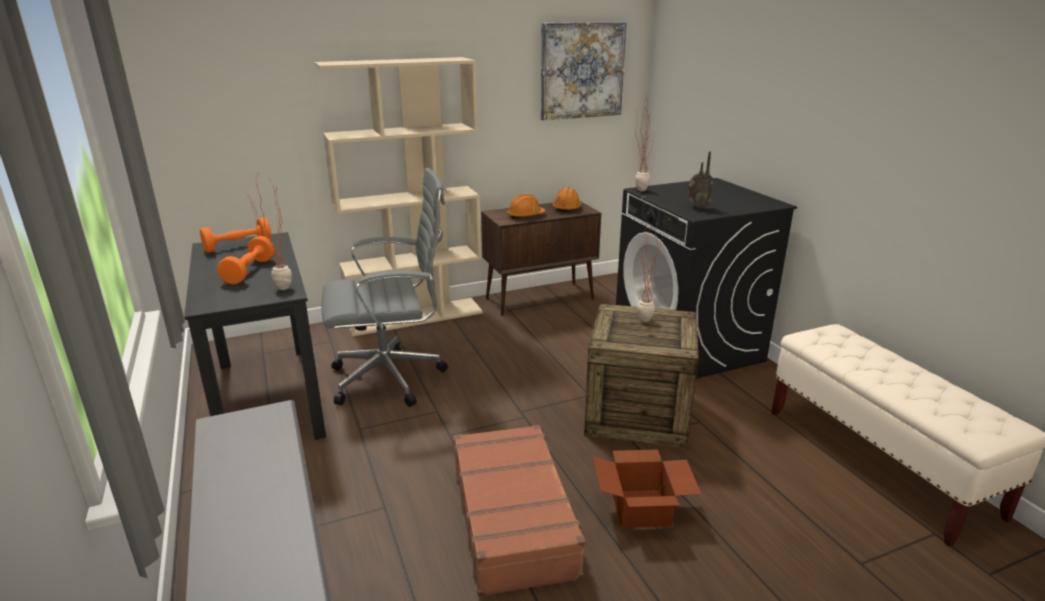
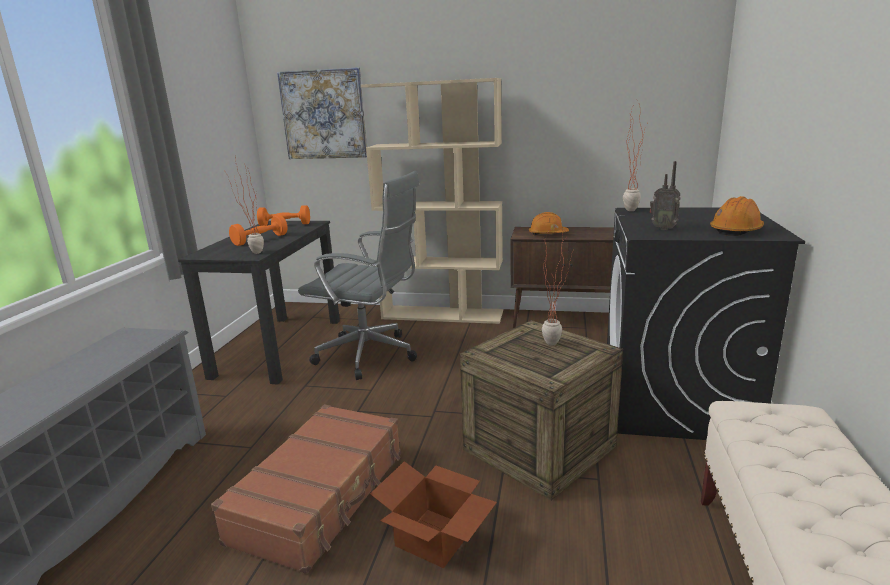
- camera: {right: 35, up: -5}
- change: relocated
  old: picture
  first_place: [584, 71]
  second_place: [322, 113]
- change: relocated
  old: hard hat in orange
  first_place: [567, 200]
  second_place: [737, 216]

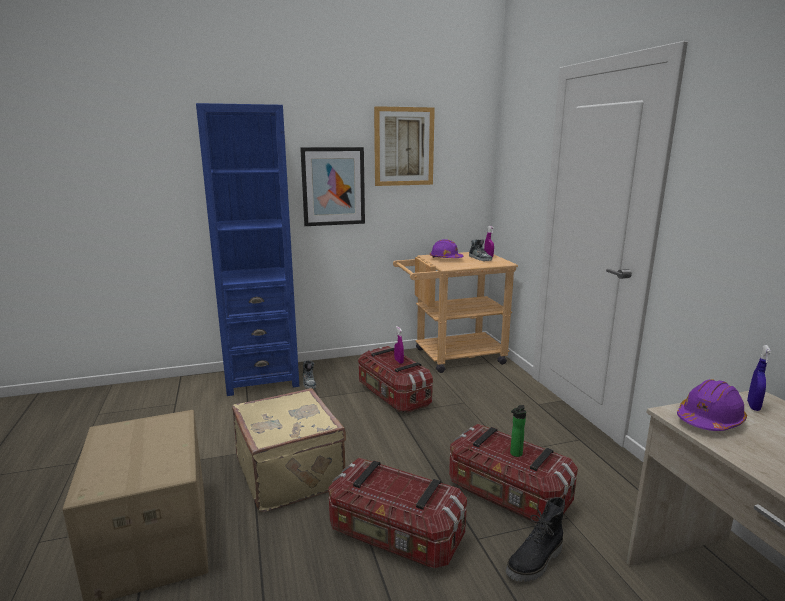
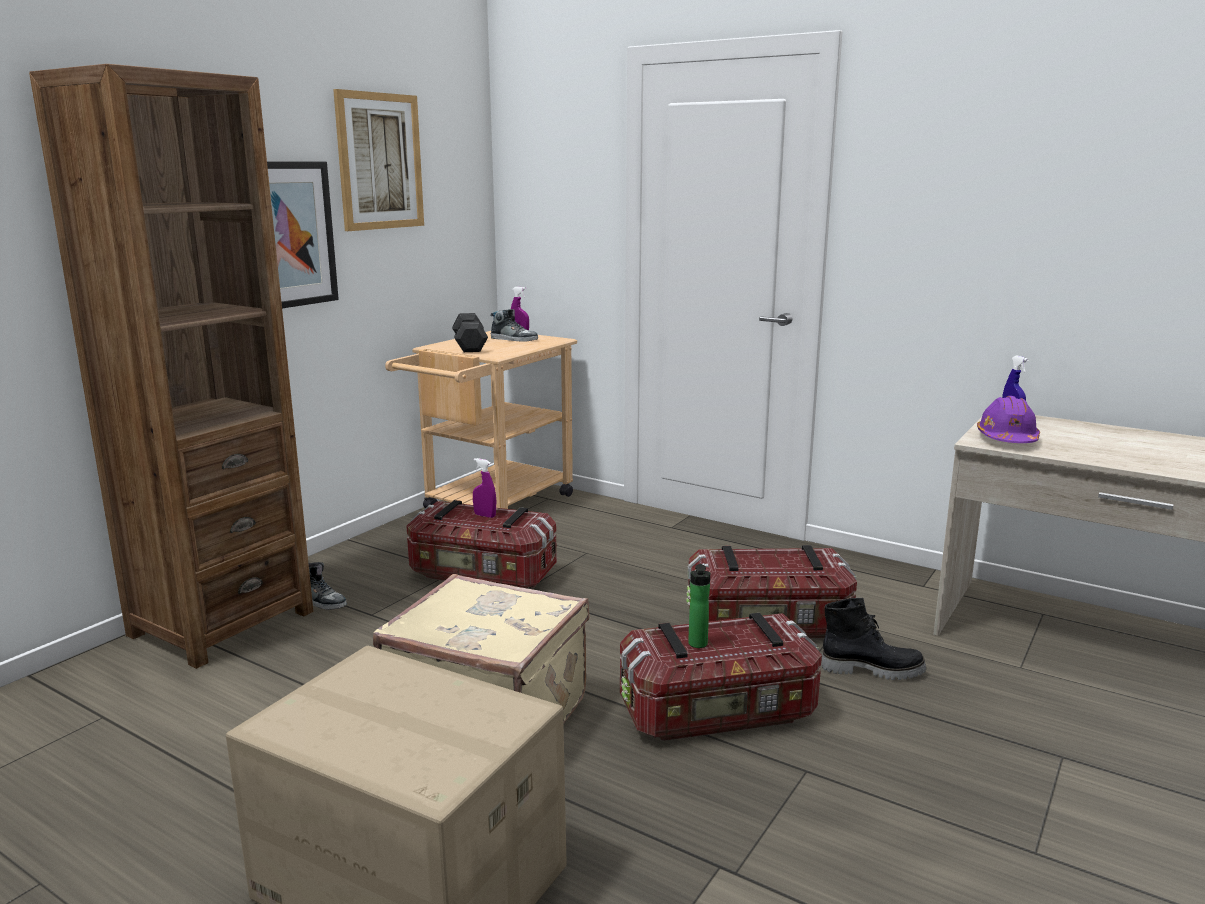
- camera: {right: -40, up: 0}
- change: colour
  old: bookcase in blue
  new: bookcase in brown
  first_place: [247, 249]
  second_place: [171, 366]
- change: exchanged
  old: hard hat in purple
  new: dumbbell in grey
  first_place: [447, 248]
  second_place: [470, 332]
- change: relocated
  old: bottle
  first_place: [518, 431]
  second_place: [699, 606]
- change: spun
  old: boot in black
  first_place: [535, 539]
  second_place: [873, 639]
  degrees: -90

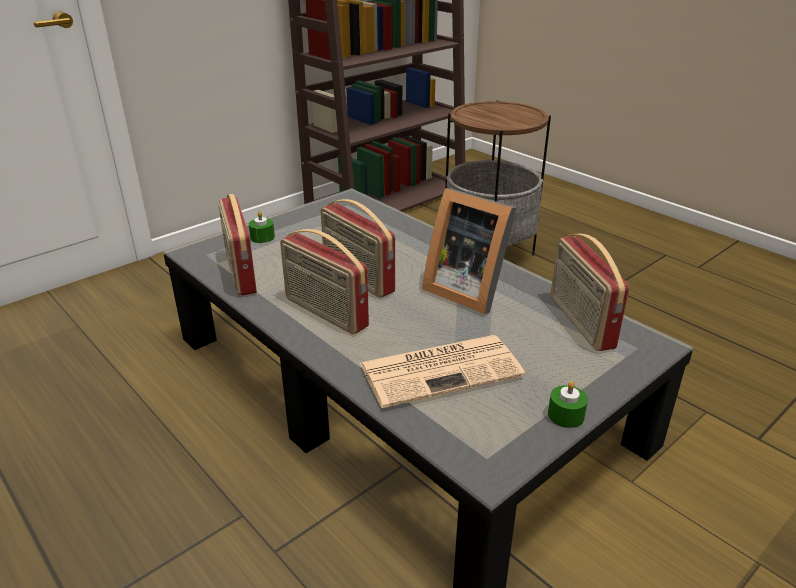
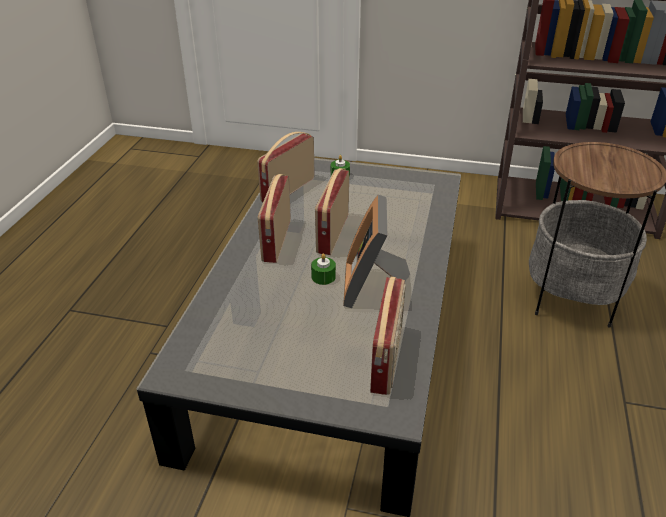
- camera: {right: 55, up: 5}
- change: spun
  old: radio
  first_place: [590, 292]
  second_place: [388, 336]
  degrees: 150
- change: missing
  old: newspaper
  first_place: [442, 371]
- change: relocated
  old: candle in green
  first_place: [568, 404]
  second_place: [323, 269]

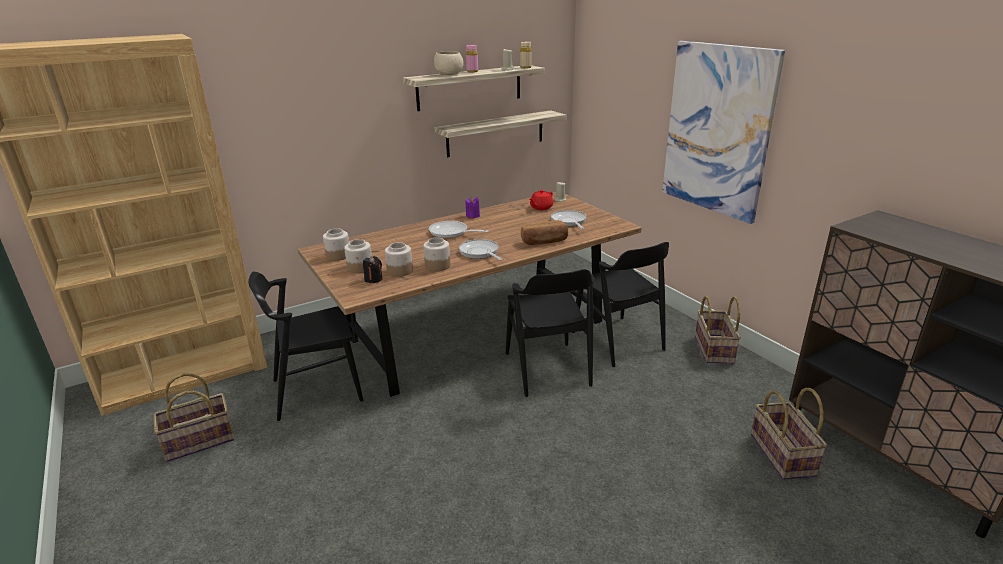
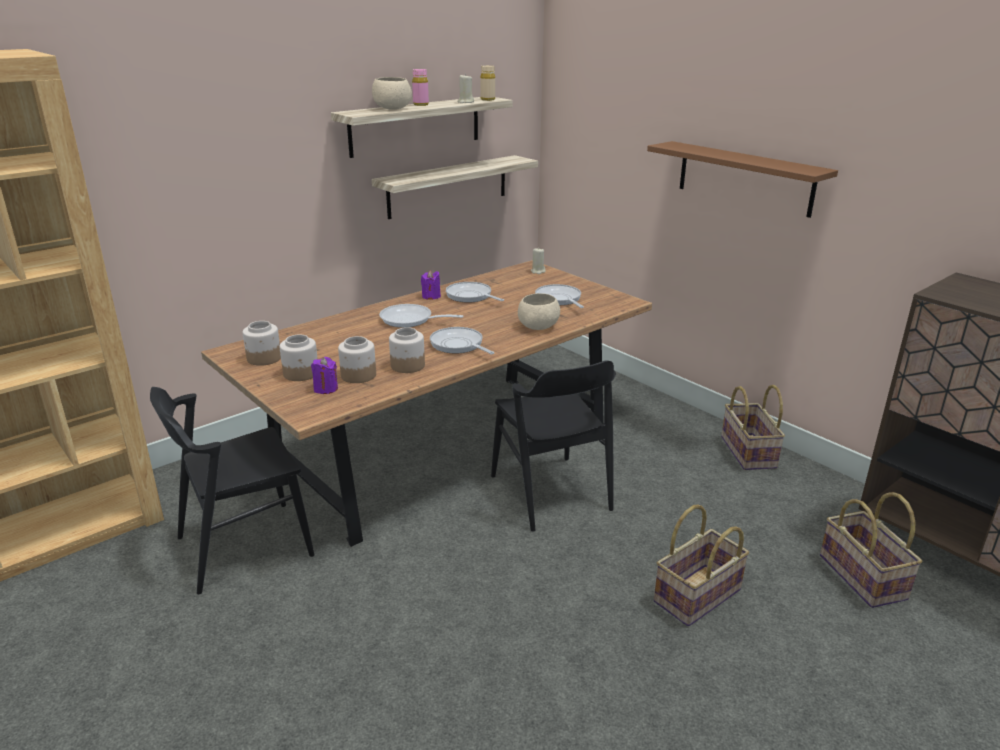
- camera: {right: -10, up: 0}
- change: exchanged
  old: picture
  new: shelf in brown
  first_place: [723, 132]
  second_place: [742, 179]
- change: missing
  old: teapot in red
  first_place: [541, 200]
- change: exchanged
  old: bread
  new: bowl in beige
  first_place: [544, 232]
  second_place: [539, 311]
- change: missing
  old: chair in black
  first_place: [620, 304]
- change: colour
  old: candle in black
  new: candle in purple
  first_place: [372, 269]
  second_place: [324, 375]
- change: relocated
  old: basket
  first_place: [193, 417]
  second_place: [701, 565]
- change: appeared
  new: frying pan
  second_place: [475, 292]

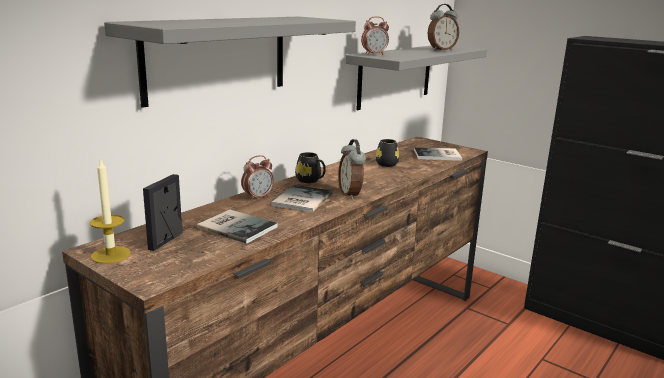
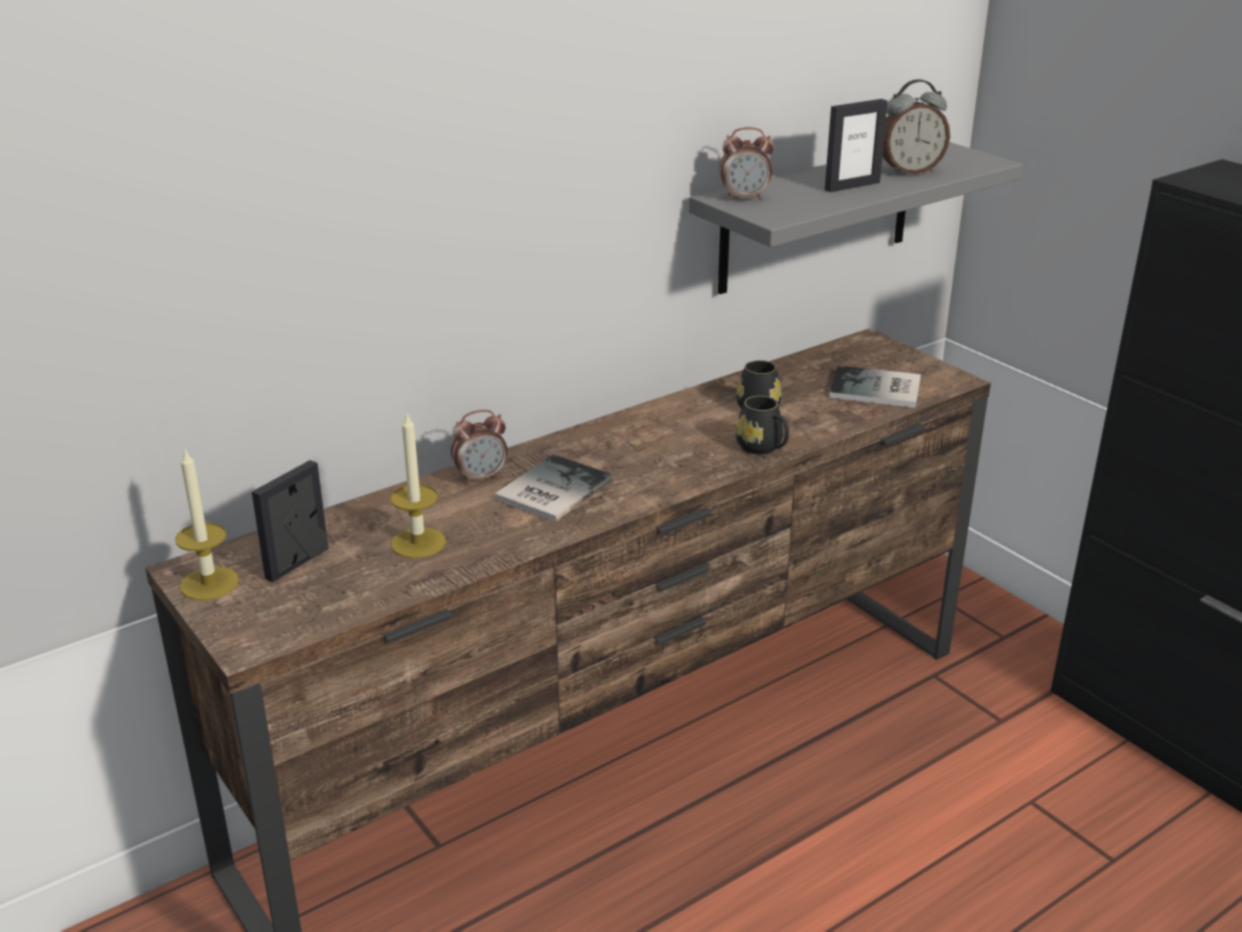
- camera: {right: 15, up: 10}
- change: missing
  old: shelf in grey
  first_place: [230, 62]
- change: missing
  old: alarm clock
  first_place: [352, 169]
- change: relocated
  old: mug in black
  first_place: [310, 167]
  second_place: [762, 425]
- change: exchanged
  old: book
  new: candle
  first_place: [237, 227]
  second_place: [418, 484]
- change: appeared
  new: picture frame
  second_place: [856, 145]

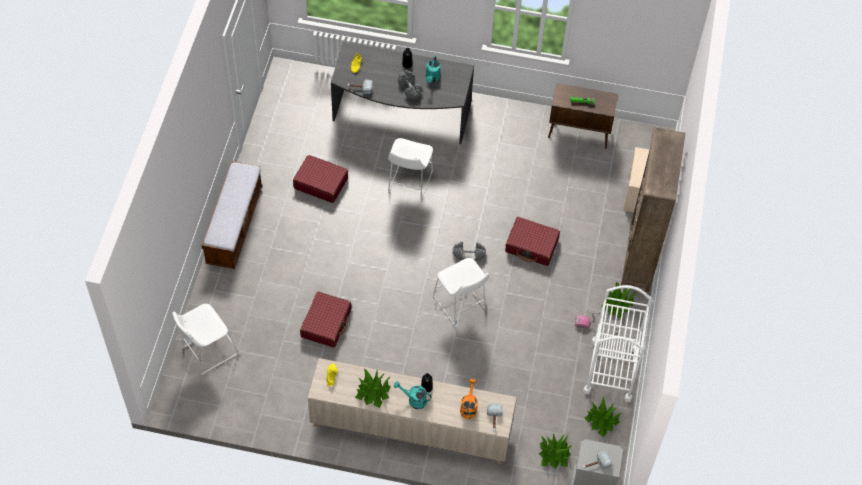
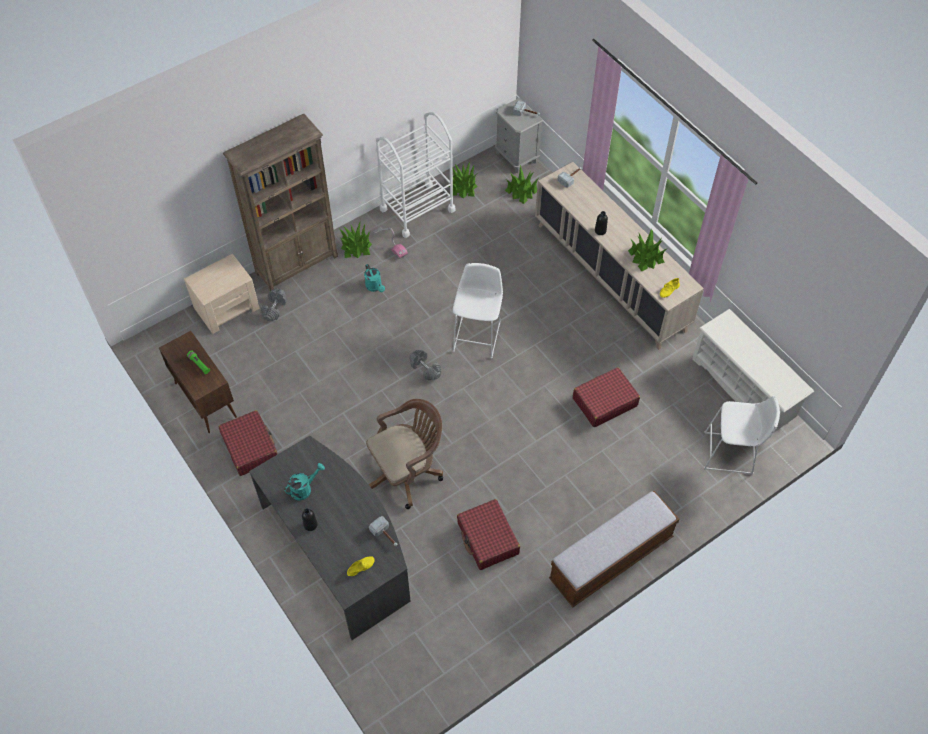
- camera: {right: -135, up: 0}
- change: relocated
  old: dumbbell in grey
  first_place: [409, 84]
  second_place: [274, 304]
- change: exchanged
  old: stool in white
  new: office chair in brown
  first_place: [410, 170]
  second_place: [404, 454]
- change: relocated
  old: suitcase in red
  first_place: [532, 241]
  second_place: [248, 443]
- change: missing
  old: watering can in orange
  first_place: [469, 399]
- change: relocated
  old: watering can in turquoise
  first_place: [413, 395]
  second_place: [374, 278]
- change: appeared
  new: shoe rack in white
  second_place: [753, 373]

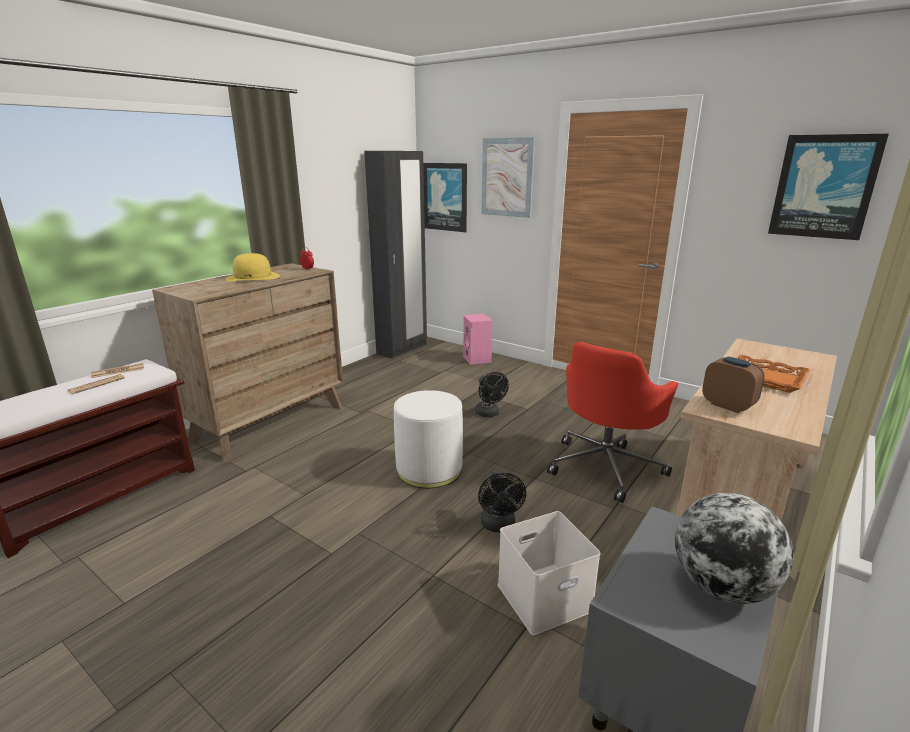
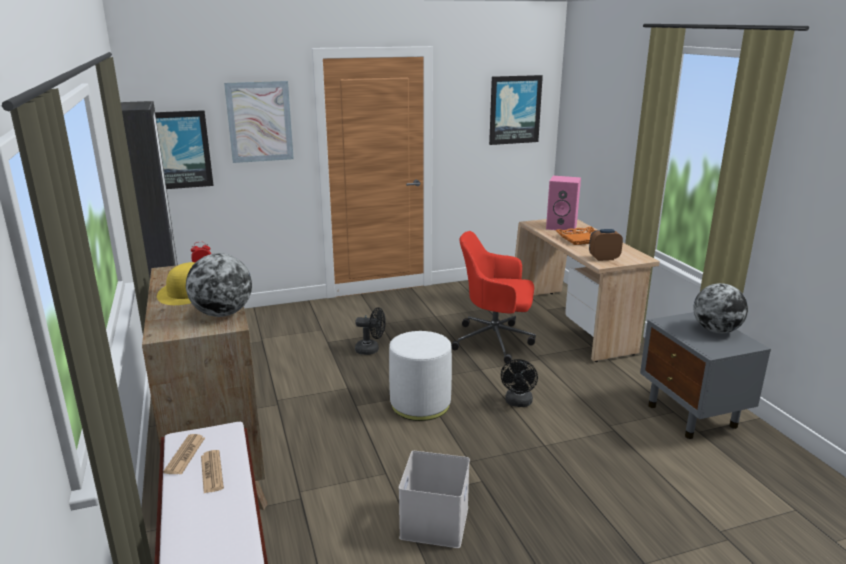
- camera: {right: -55, up: 0}
- change: relocated
  old: speaker in pink
  first_place: [478, 339]
  second_place: [563, 204]
- change: spun
  old: office chair in red
  first_place: [613, 422]
  second_place: [493, 297]
  degrees: 120
- change: spun
  old: fan in black
  first_place: [502, 501]
  second_place: [519, 383]
  degrees: 75
- change: relocated
  old: storage box in white
  first_place: [549, 573]
  second_place: [434, 499]
- change: appeared
  new: globe
  second_place: [219, 285]

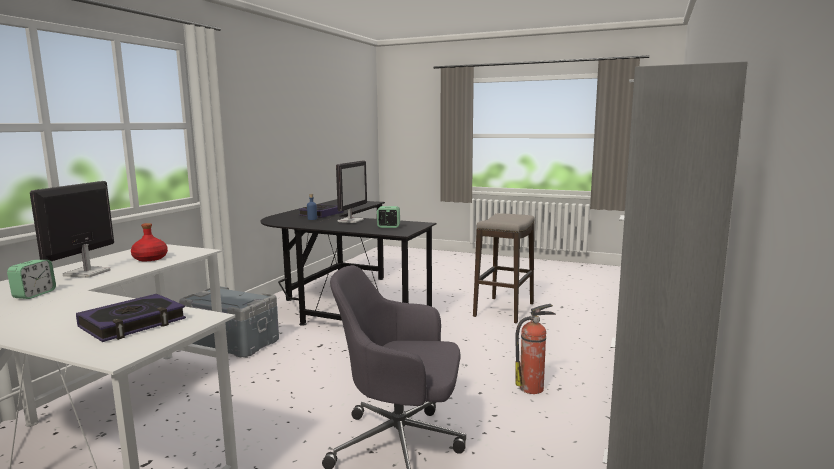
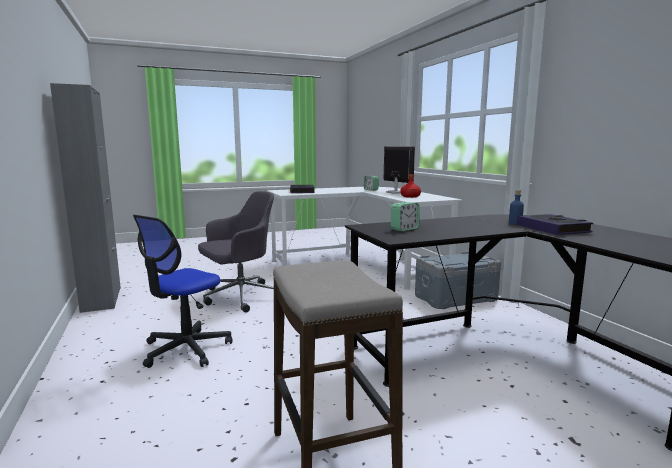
- camera: {right: 135, up: 0}
- change: missing
  old: monitor
  first_place: [351, 191]
- change: exchanged
  old: fire extinguisher
  new: office chair
  first_place: [535, 349]
  second_place: [182, 291]

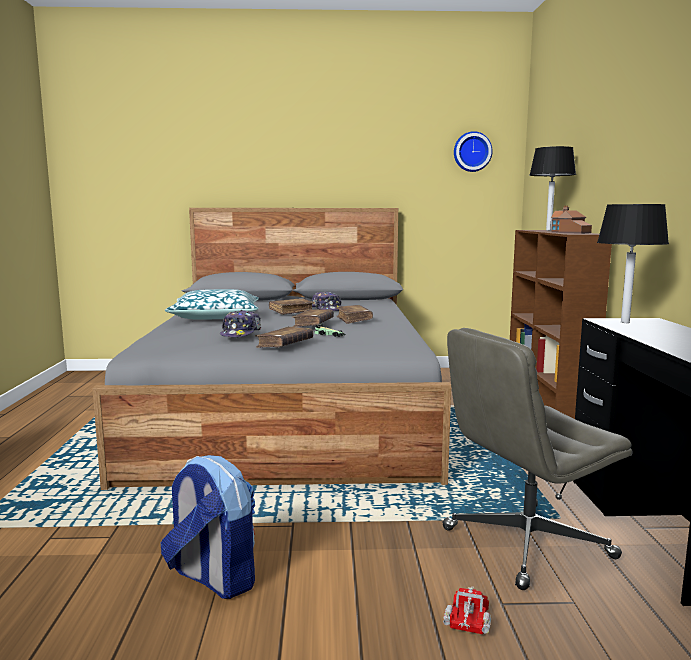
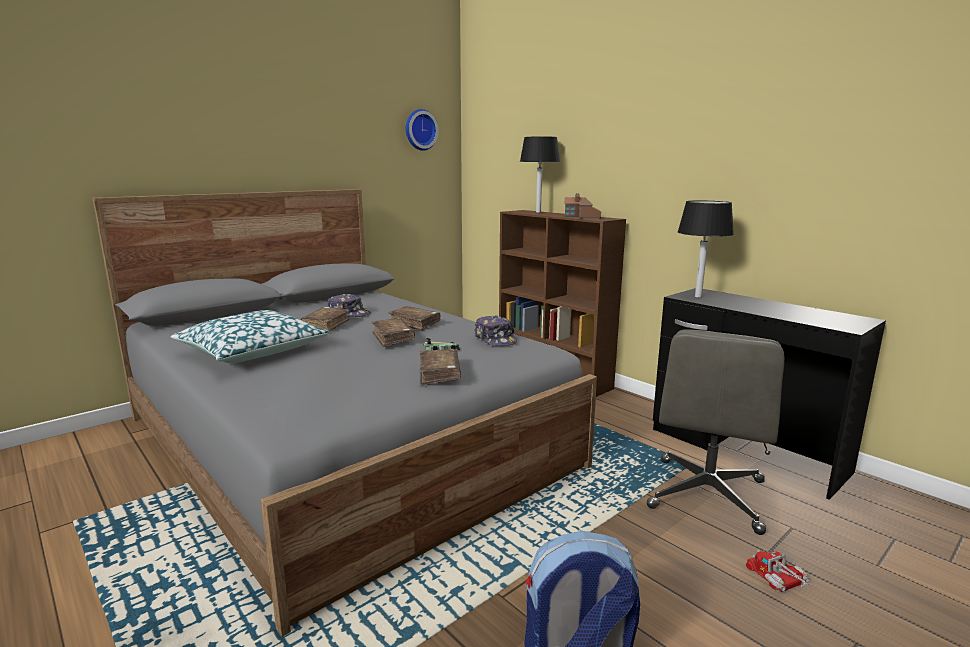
- camera: {right: -40, up: 5}
- change: relocated
  old: cap
  first_place: [240, 323]
  second_place: [495, 330]

